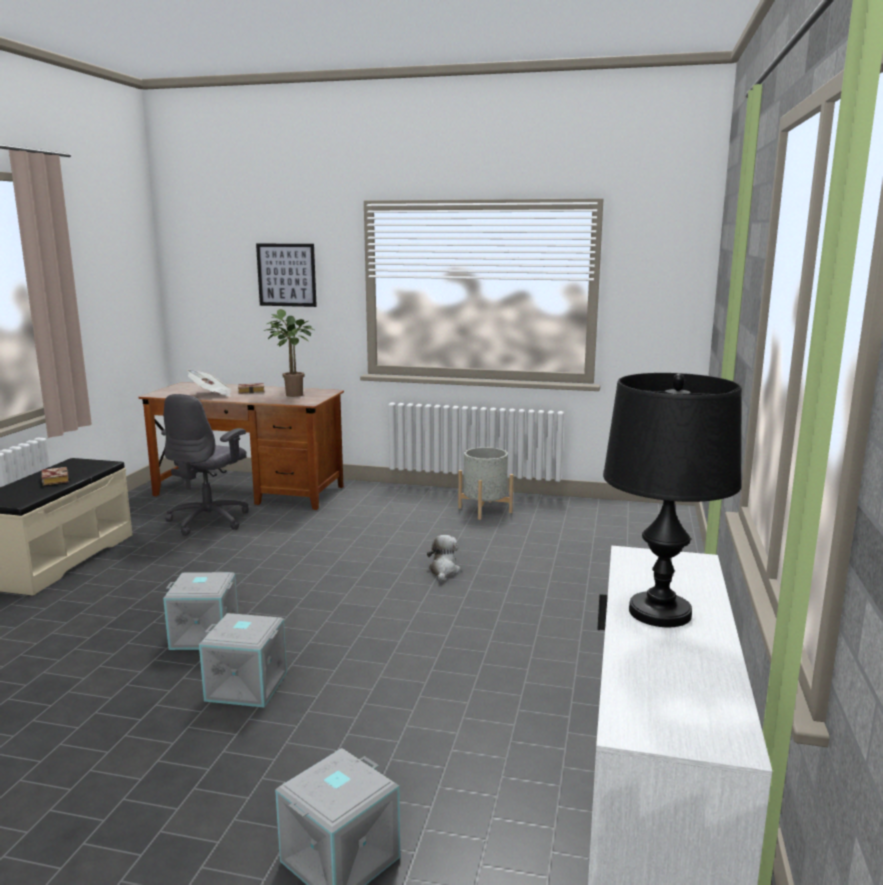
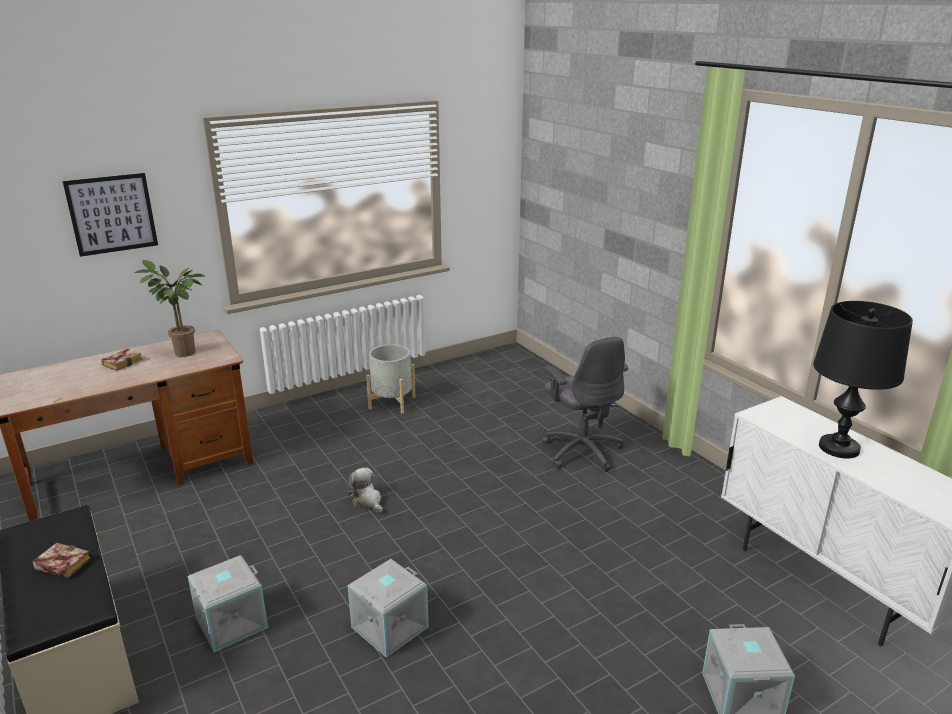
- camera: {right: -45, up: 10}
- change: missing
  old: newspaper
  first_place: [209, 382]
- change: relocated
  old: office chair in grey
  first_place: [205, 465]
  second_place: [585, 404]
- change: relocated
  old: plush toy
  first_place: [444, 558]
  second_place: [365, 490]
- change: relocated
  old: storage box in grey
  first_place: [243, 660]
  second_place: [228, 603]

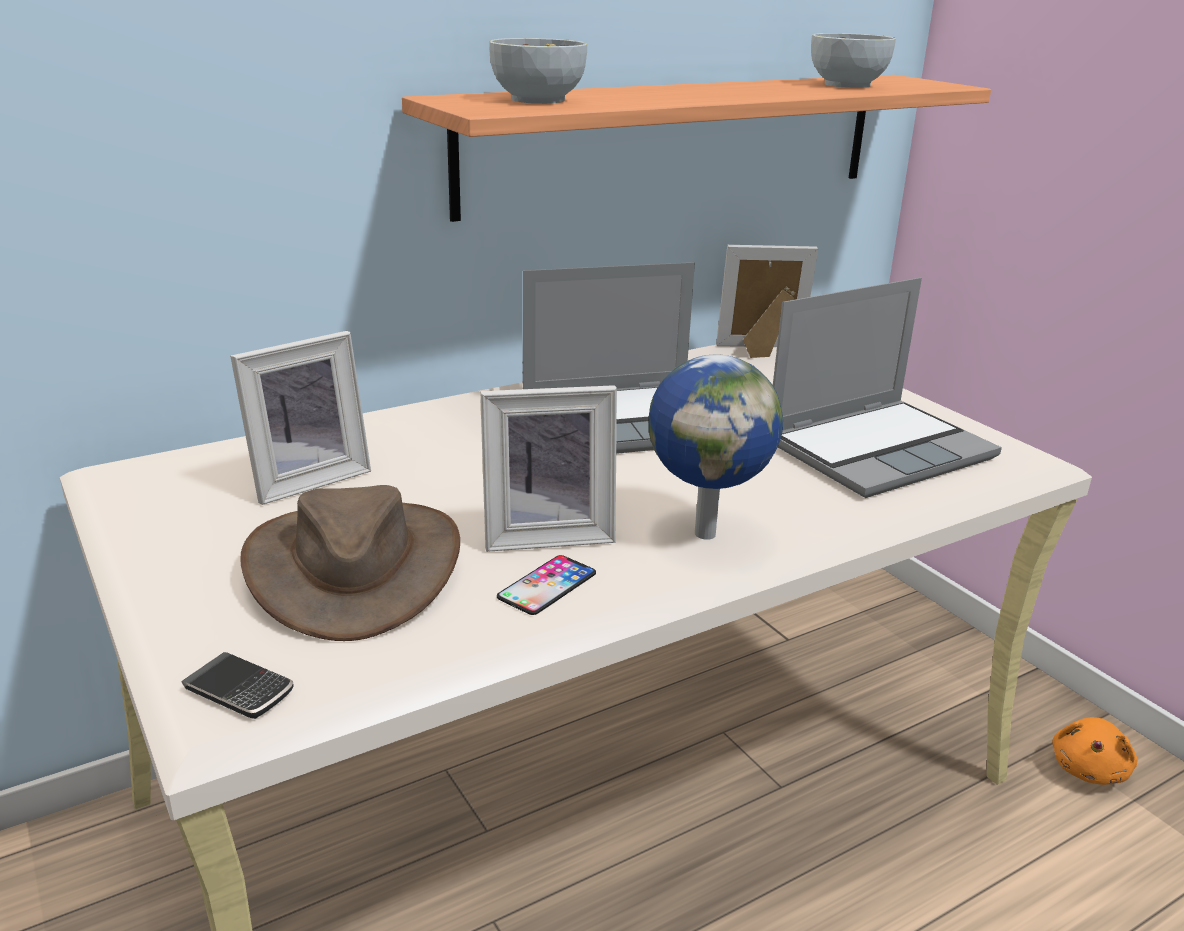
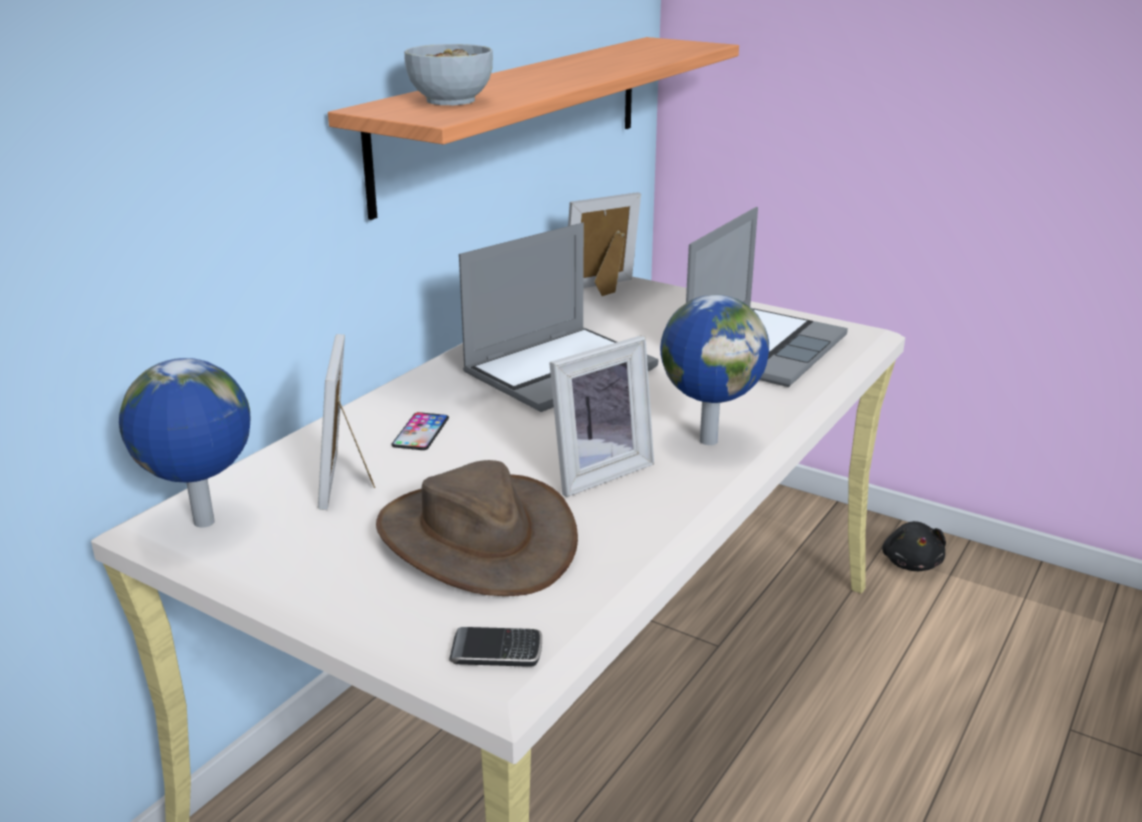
- camera: {right: -25, up: 0}
- change: missing
  old: bowl
  first_place: [853, 60]
- change: spun
  old: picture frame
  first_place: [300, 418]
  second_place: [346, 422]
  degrees: 150
- change: relocated
  old: phone
  first_place: [546, 585]
  second_place: [420, 431]
- change: colour
  old: plush toy in orange
  new: plush toy in black
  first_place: [1095, 751]
  second_place: [914, 546]
- change: appeared
  new: globe
  second_place: [185, 443]

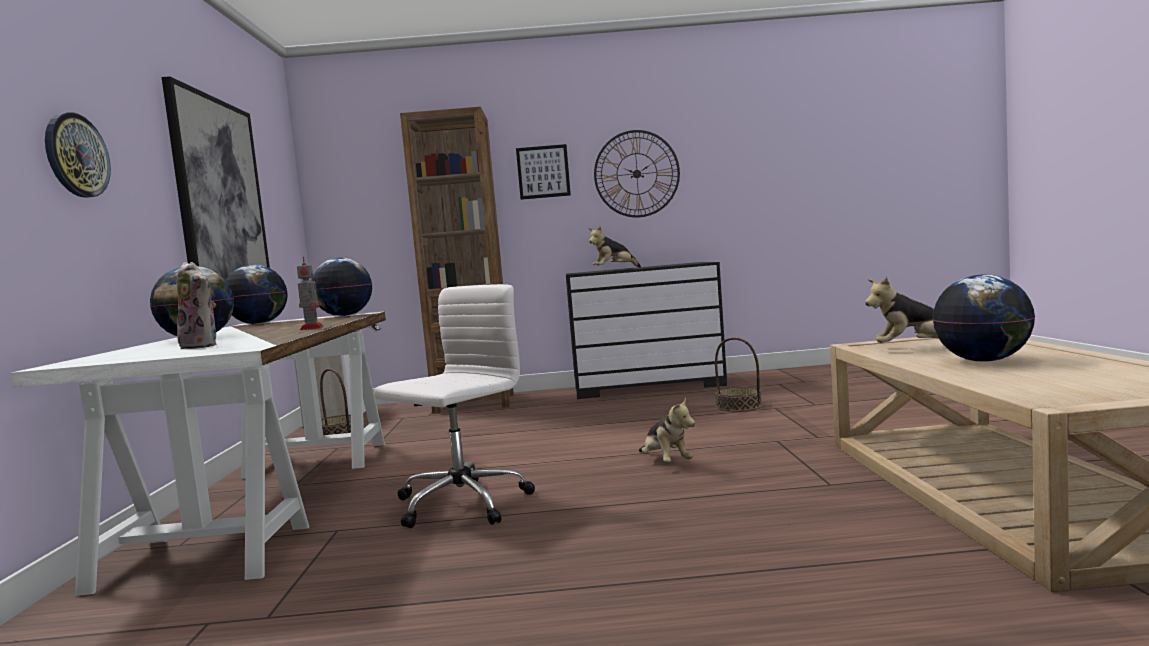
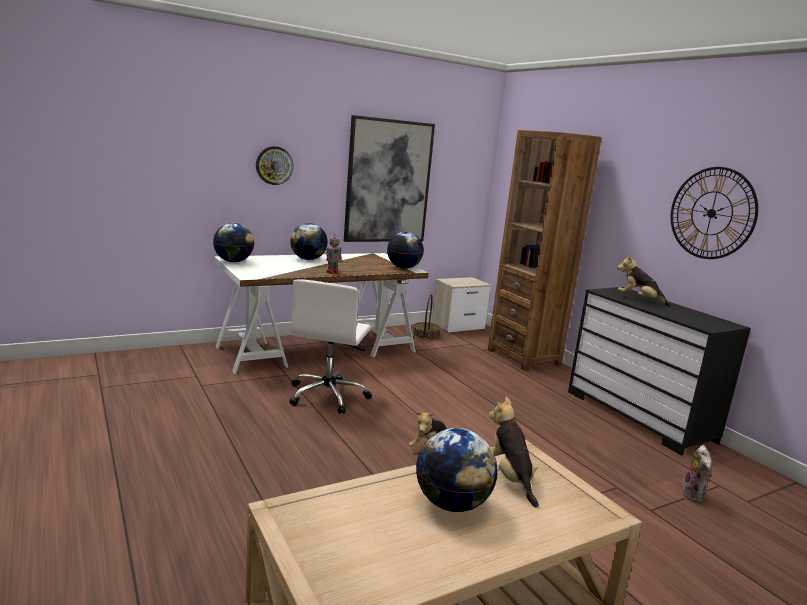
- camera: {right: 60, up: 10}
- change: missing
  old: picture
  first_place: [543, 172]
- change: relocated
  old: plush toy
  first_place: [197, 305]
  second_place: [696, 474]
- change: relocated
  old: globe
  first_place: [256, 294]
  second_place: [233, 242]
- change: spun
  old: office chair in white
  first_place: [454, 406]
  second_place: [330, 347]
  degrees: 90
- change: missing
  old: basket
  first_place: [738, 374]

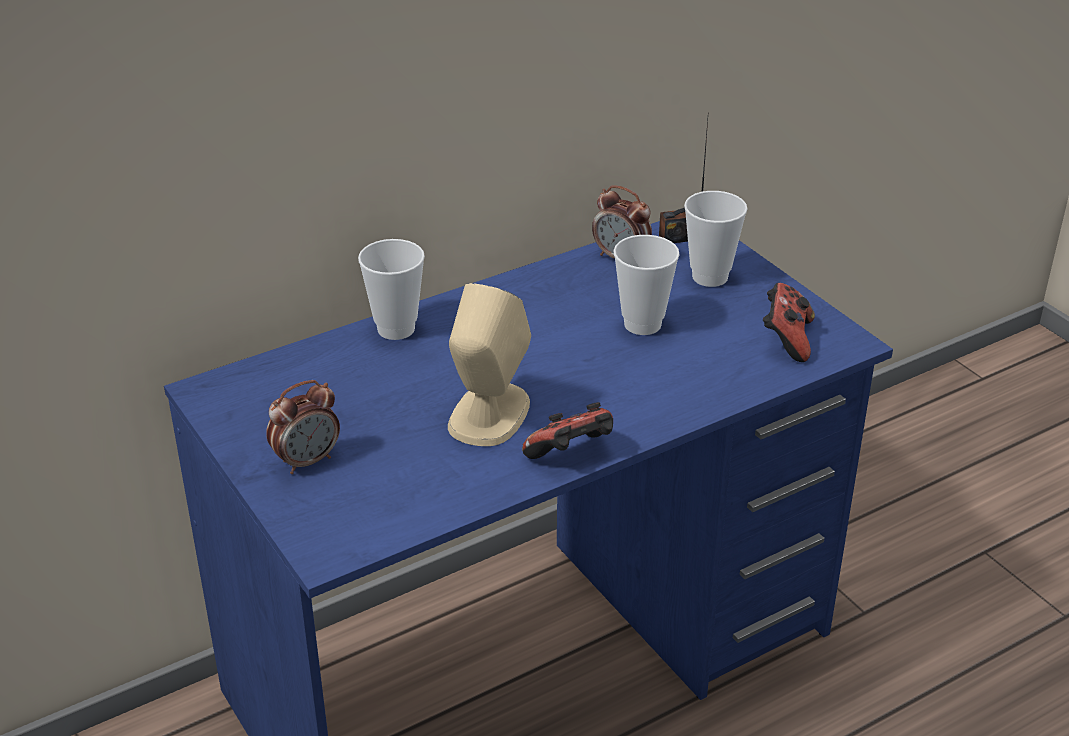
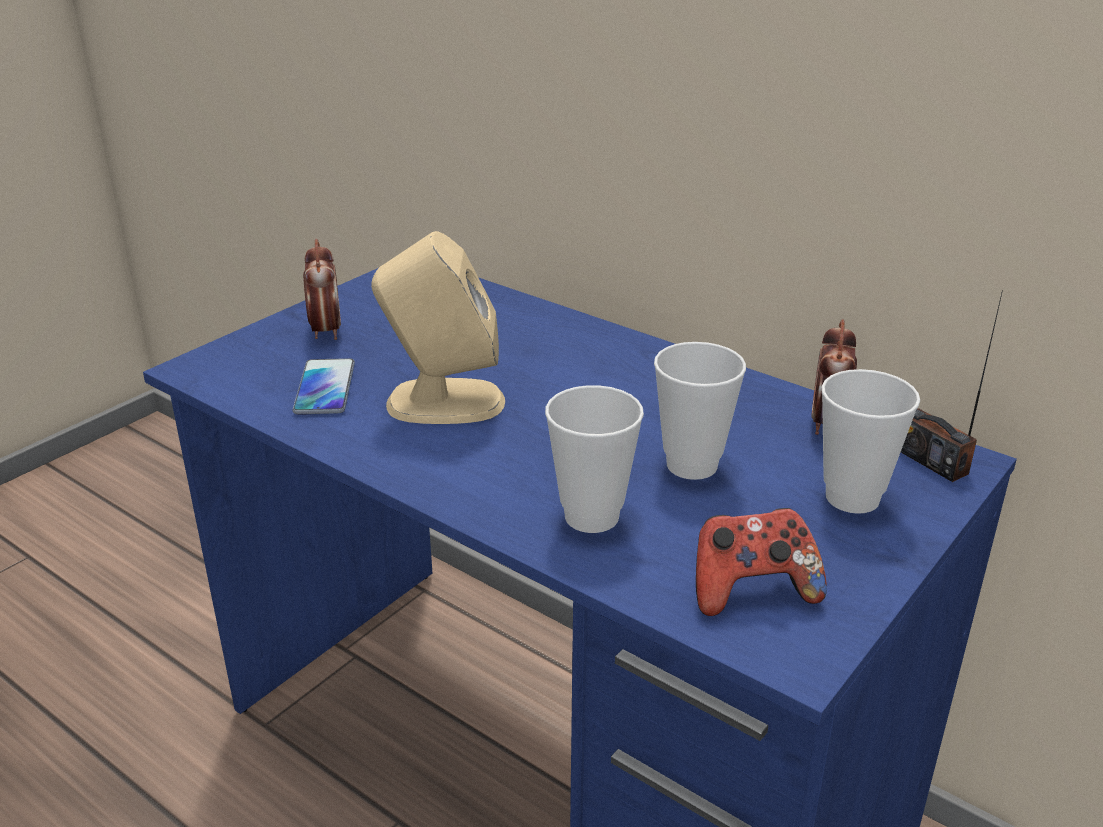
- camera: {right: 70, up: -5}
- change: relocated
  old: cup
  first_place: [391, 289]
  second_place: [594, 459]
- change: spun
  old: alarm clock
  first_place: [303, 427]
  second_place: [322, 289]
  degrees: -135
- change: missing
  old: game controller
  first_place: [567, 430]
- change: appeared
  new: phone
  second_place: [324, 386]

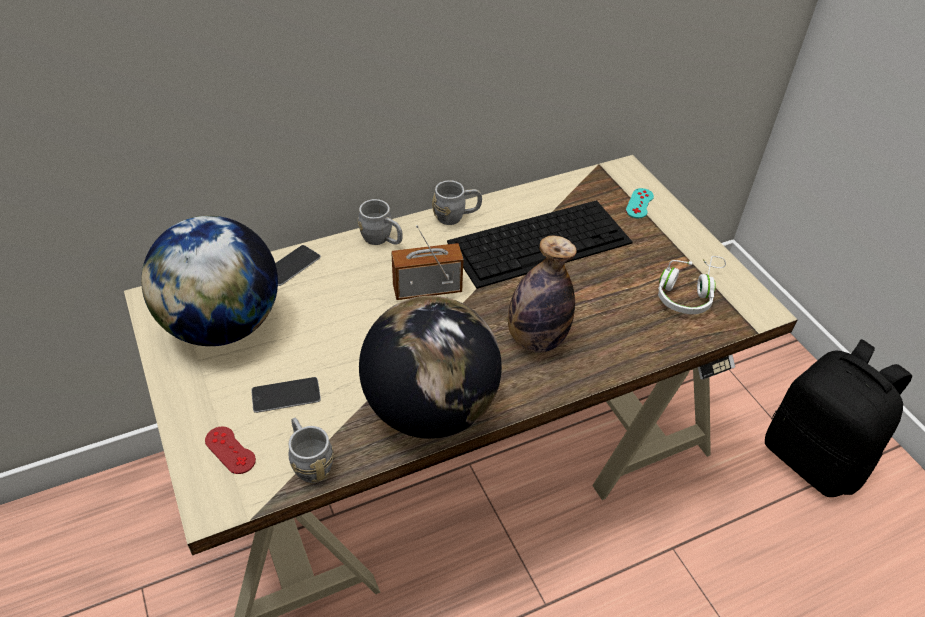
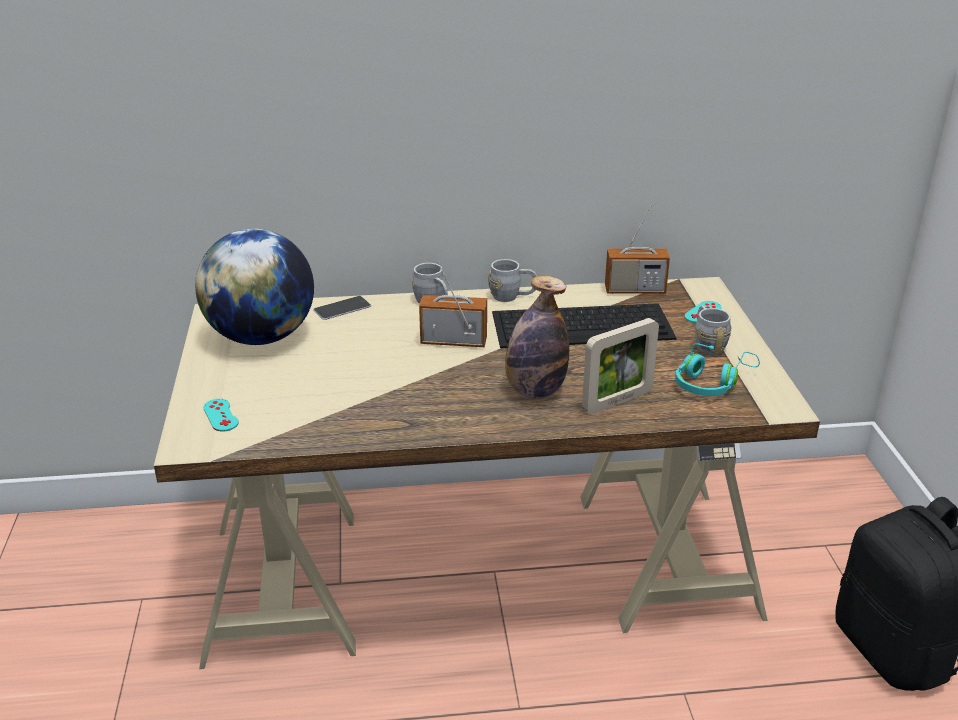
- camera: {right: 20, up: -15}
- change: colour
  old: headphones in white
  new: headphones in turquoise
  first_place: [692, 285]
  second_place: [717, 369]
- change: missing
  old: globe
  first_place: [430, 367]
- change: missing
  old: phone
  first_place: [286, 395]
- change: relocated
  old: mug in grey
  first_place: [311, 450]
  second_place: [713, 330]
- change: colour
  old: game controller in red
  new: game controller in turquoise
  first_place: [230, 450]
  second_place: [221, 415]
- change: appeared
  new: radio
  second_place: [637, 249]
- change: appeared
  new: picture frame
  second_place: [620, 366]

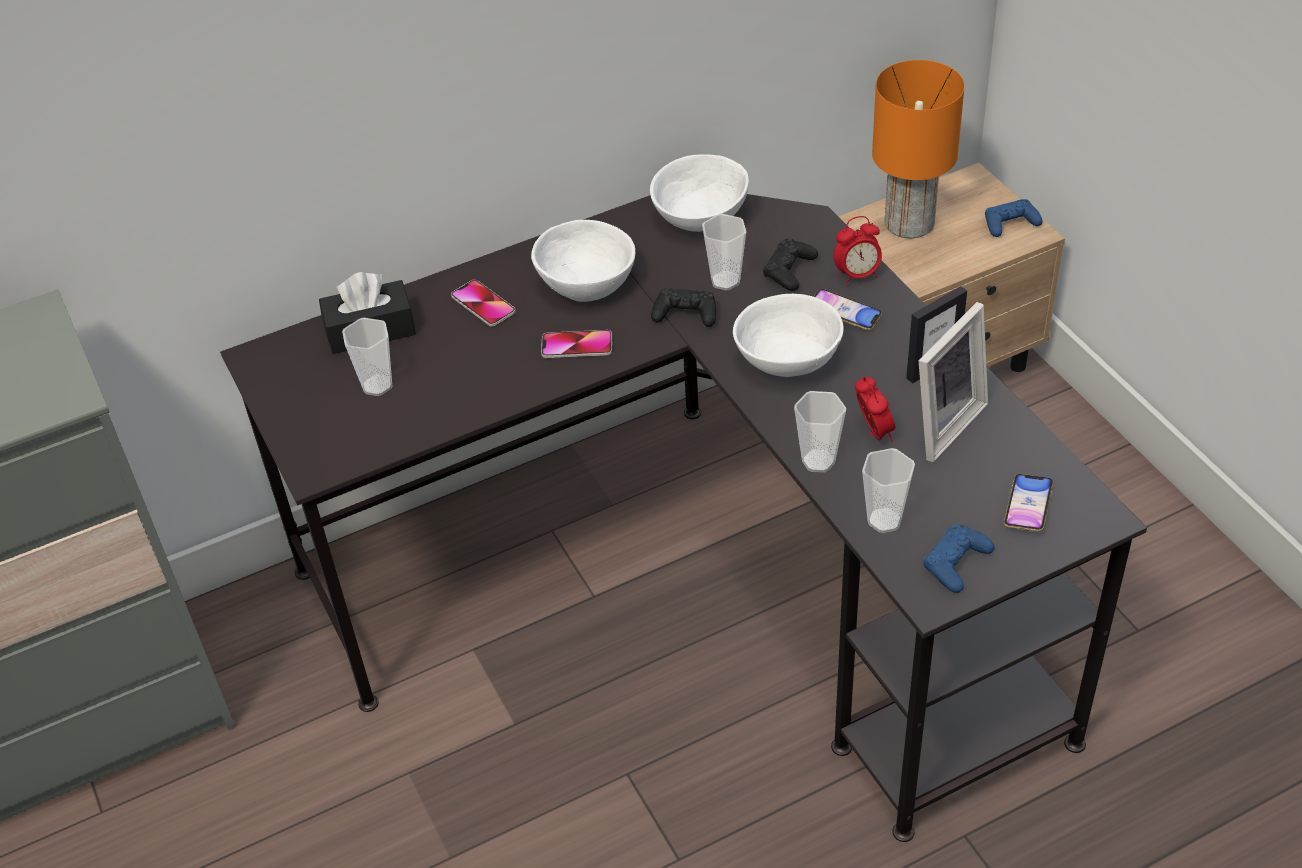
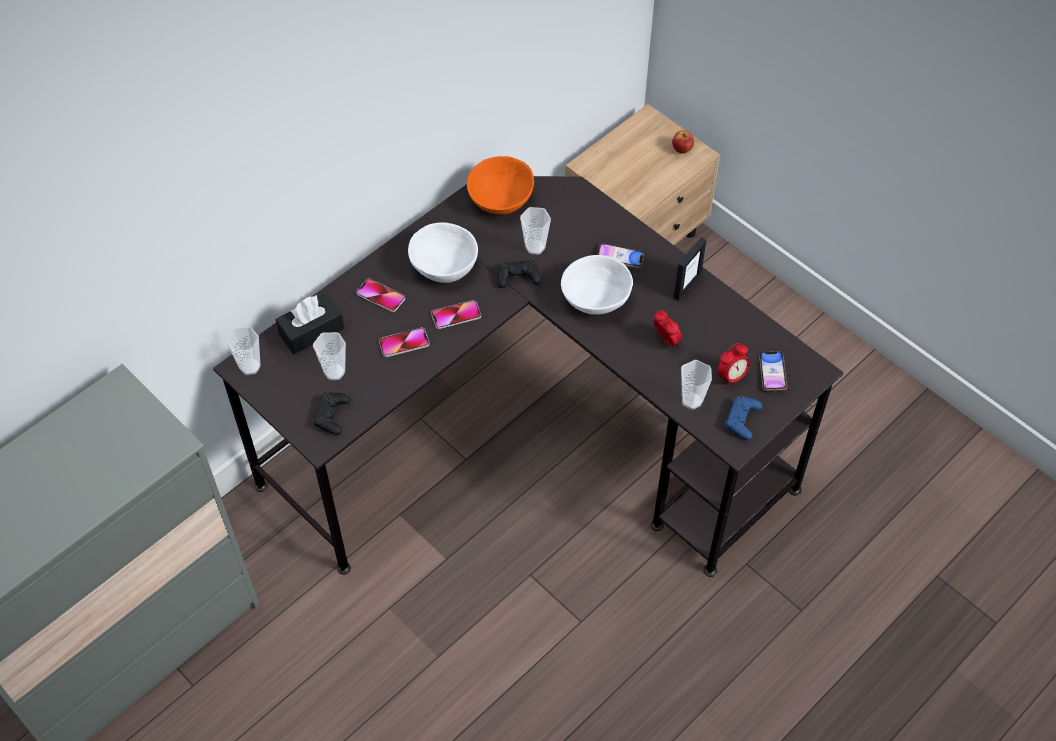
- camera: {right: -20, up: 10}
- change: missing
  old: table lamp in orange
  first_place: [918, 149]
- change: colour
  old: bowl in white
  new: bowl in orange
  first_place: [699, 193]
  second_place: [500, 185]
- change: exchanged
  old: game controller in blue
  new: apple
  first_place: [1014, 218]
  second_place: [683, 142]
- change: relocated
  old: alarm clock
  first_place: [858, 250]
  second_place: [733, 365]
- change: relocated
  old: game controller in black
  first_place: [790, 265]
  second_place: [332, 413]
- change: missing
  old: picture frame
  first_place: [953, 382]
- change: relocated
  old: cup
  first_place: [820, 432]
  second_place: [243, 350]
- change: appeared
  new: phone
  second_place: [404, 342]

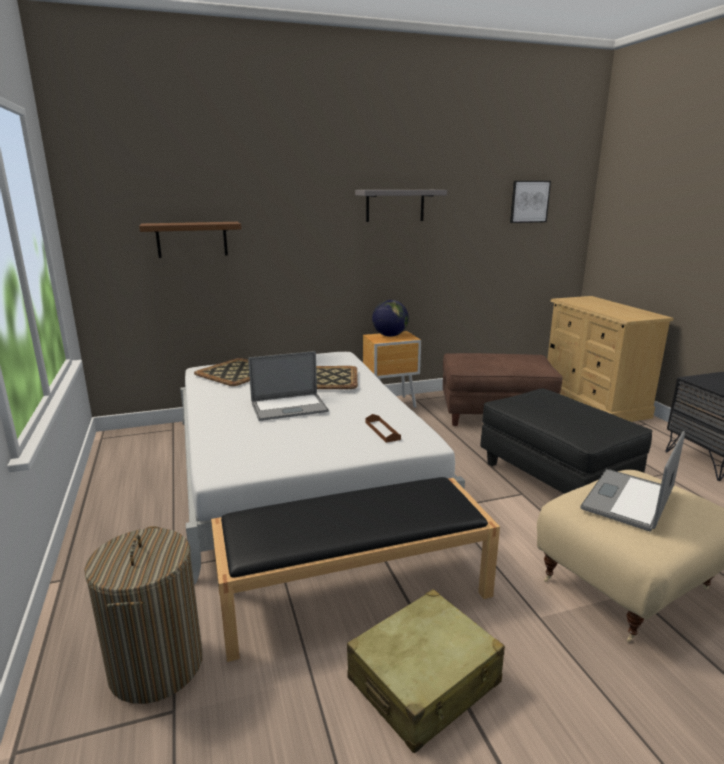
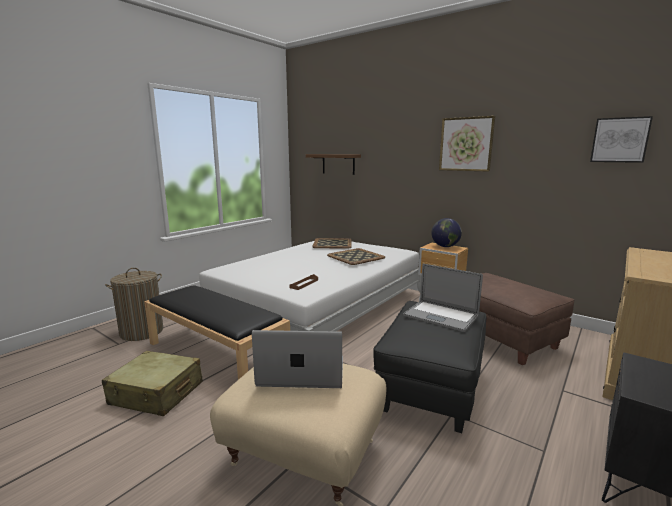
- camera: {right: 55, up: -5}
- change: exchanged
  old: shelf in grey
  new: picture
  first_place: [401, 206]
  second_place: [467, 144]
- change: relocated
  old: laptop
  first_place: [288, 386]
  second_place: [443, 298]

